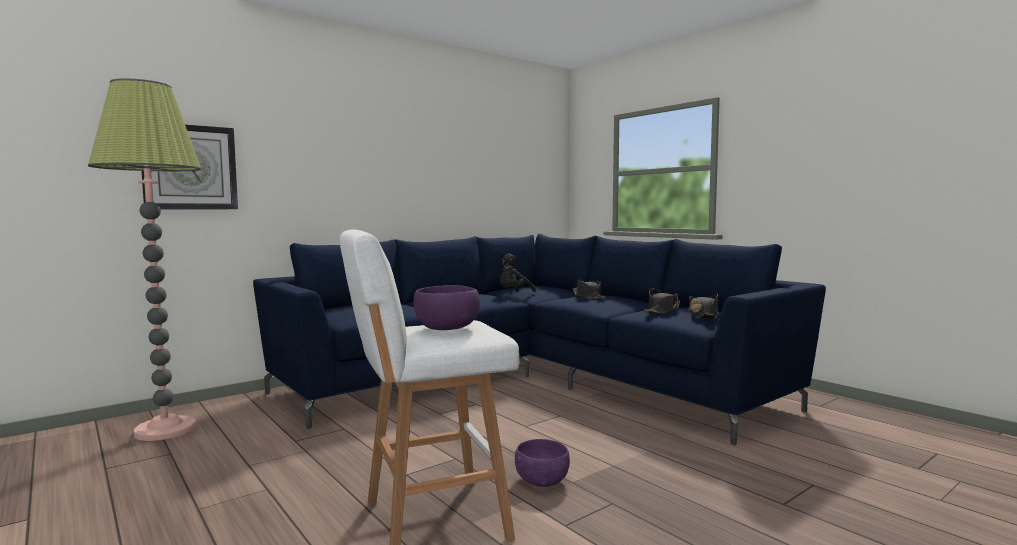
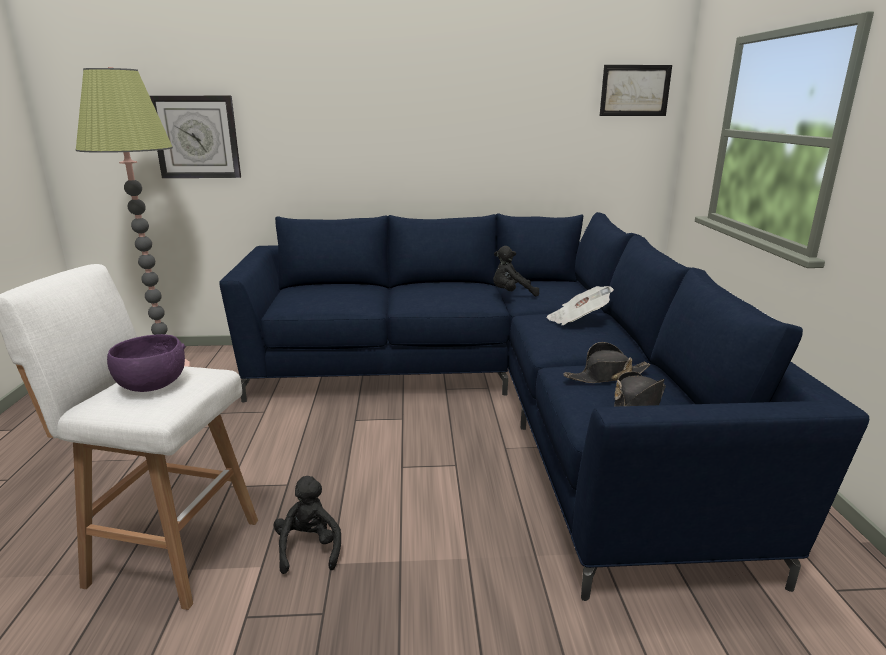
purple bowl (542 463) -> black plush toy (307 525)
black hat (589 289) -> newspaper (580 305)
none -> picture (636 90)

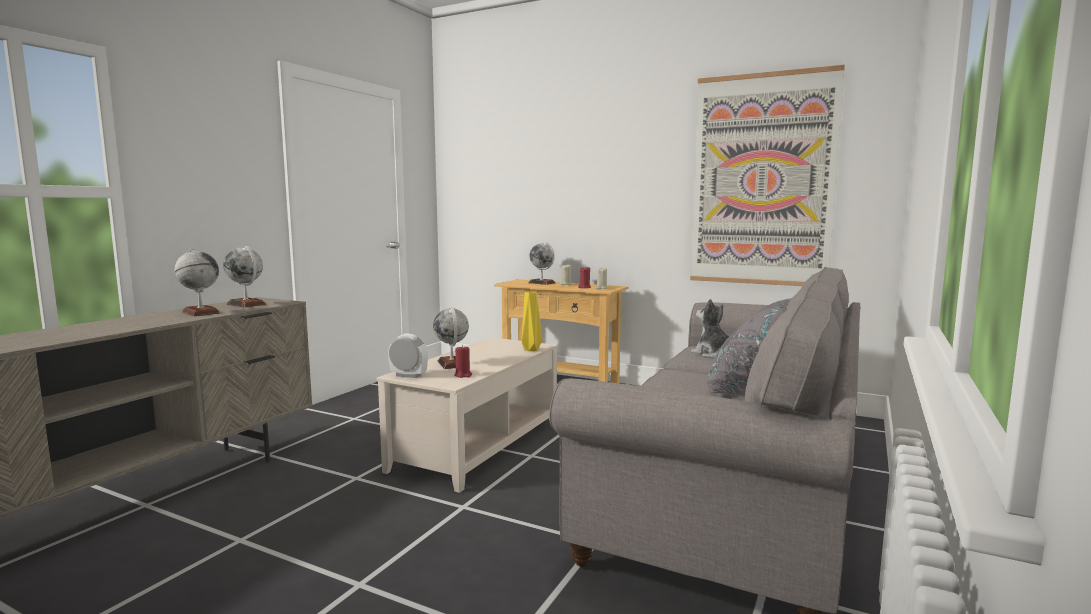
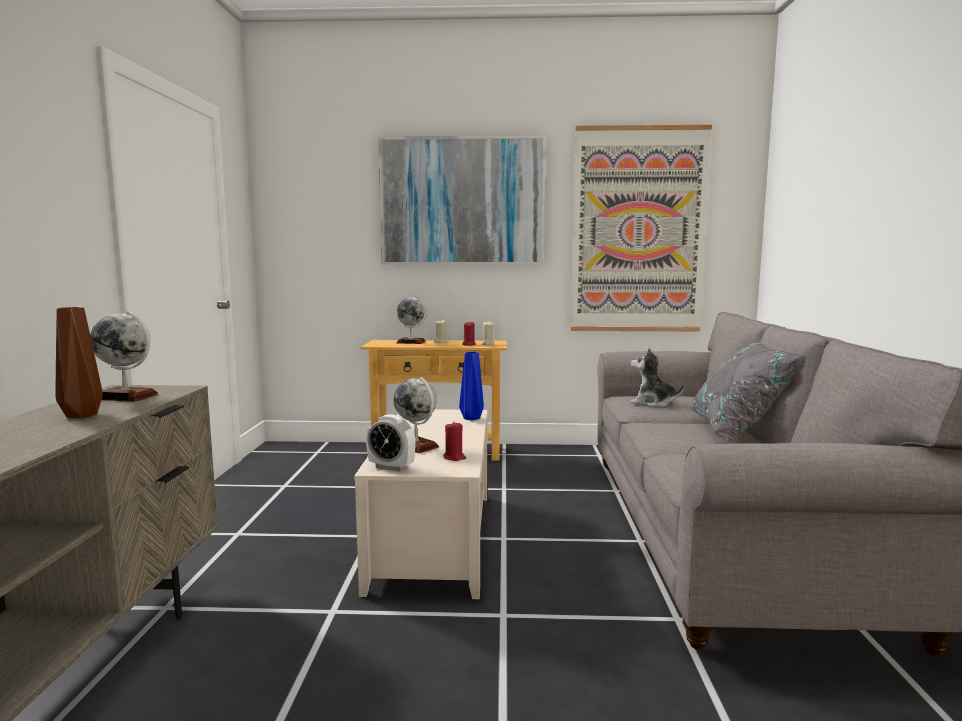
globe (197 282) -> brown vase (79 362)
alarm clock (408 356) -> alarm clock (391 442), 150 degrees counterclockwise
yellow vase (532 321) -> blue vase (471 386)
none -> picture (462 200)

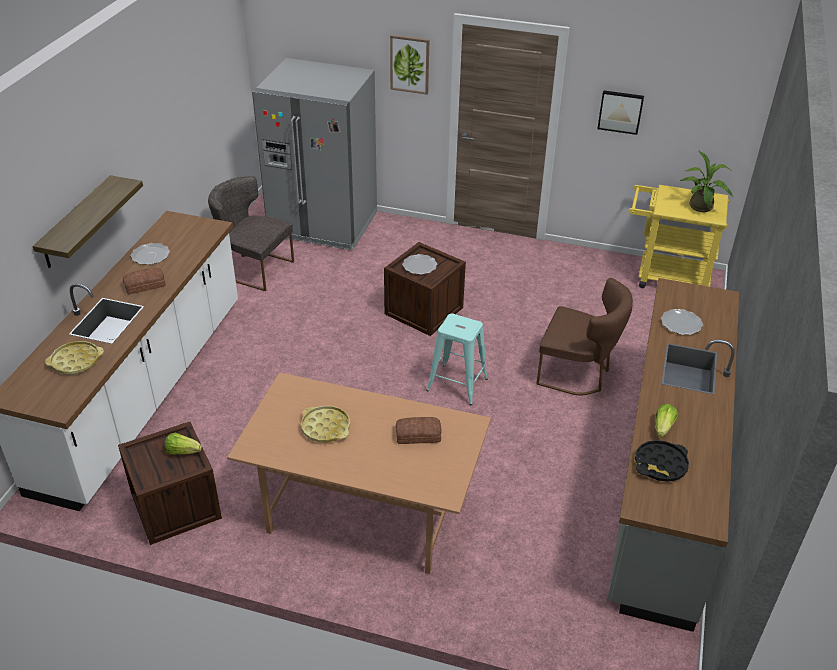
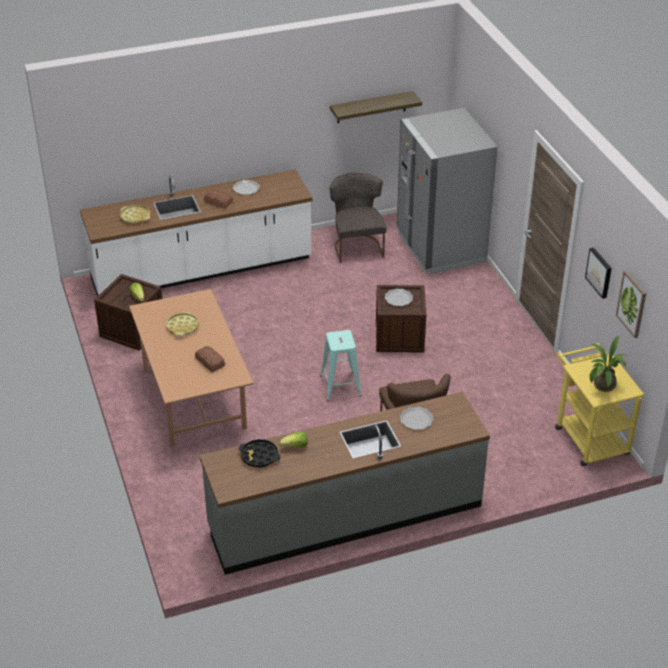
shelf (88 221) -> shelf (376 107), moved
picture (409 65) -> picture (631 304), moved

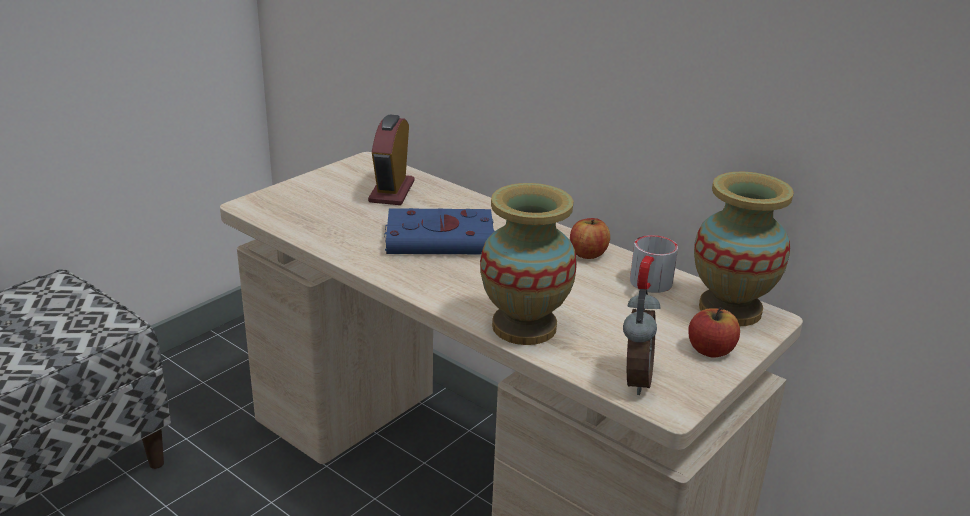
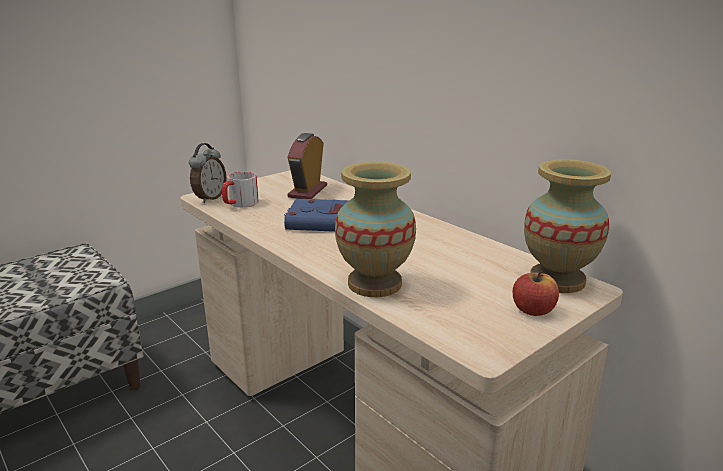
apple (590 238) -> none
alarm clock (641 342) -> alarm clock (208 173), moved
mug (654 264) -> mug (240 189), moved

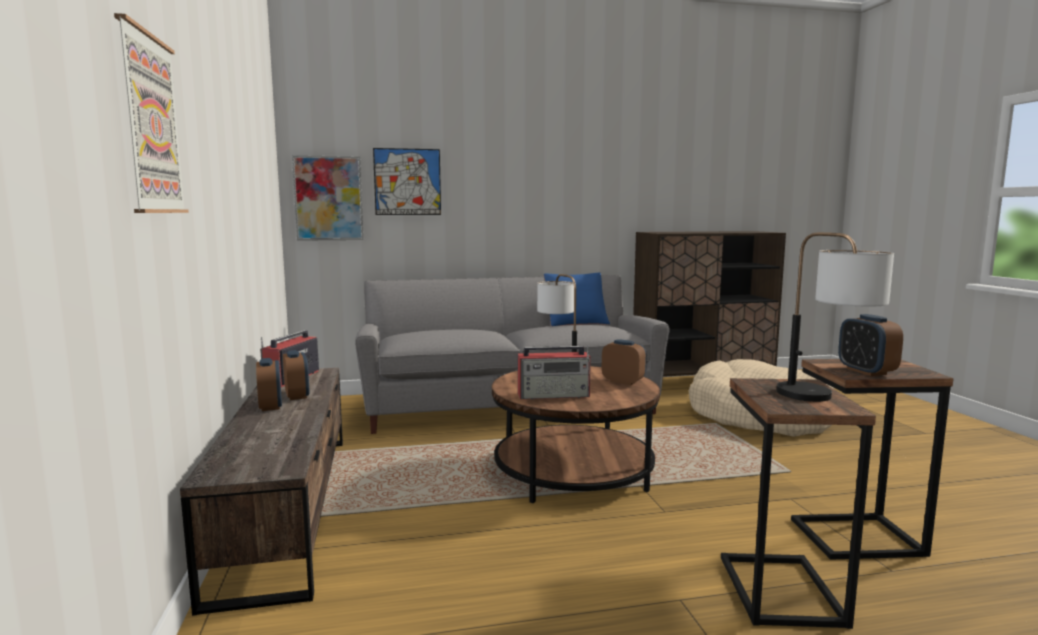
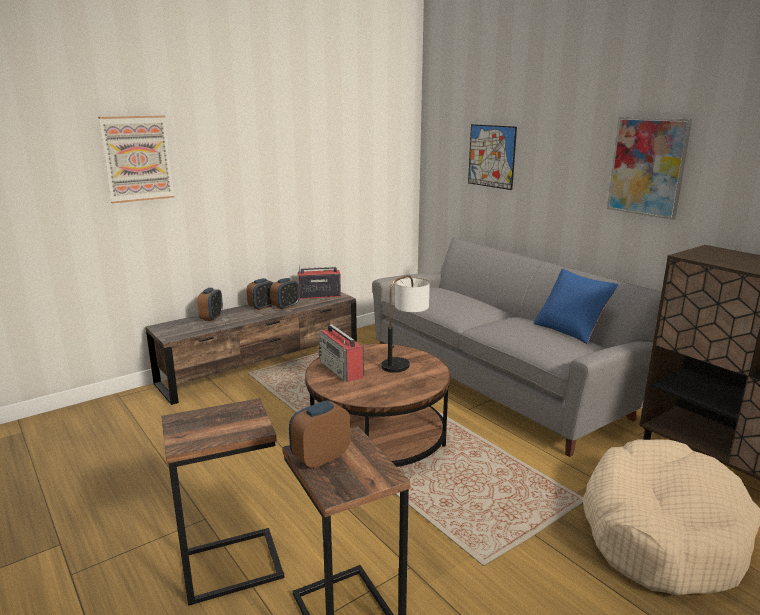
picture (328 198) -> picture (649 168), moved
alarm clock (624 362) -> alarm clock (210 304), moved
table lamp (835 317) -> none

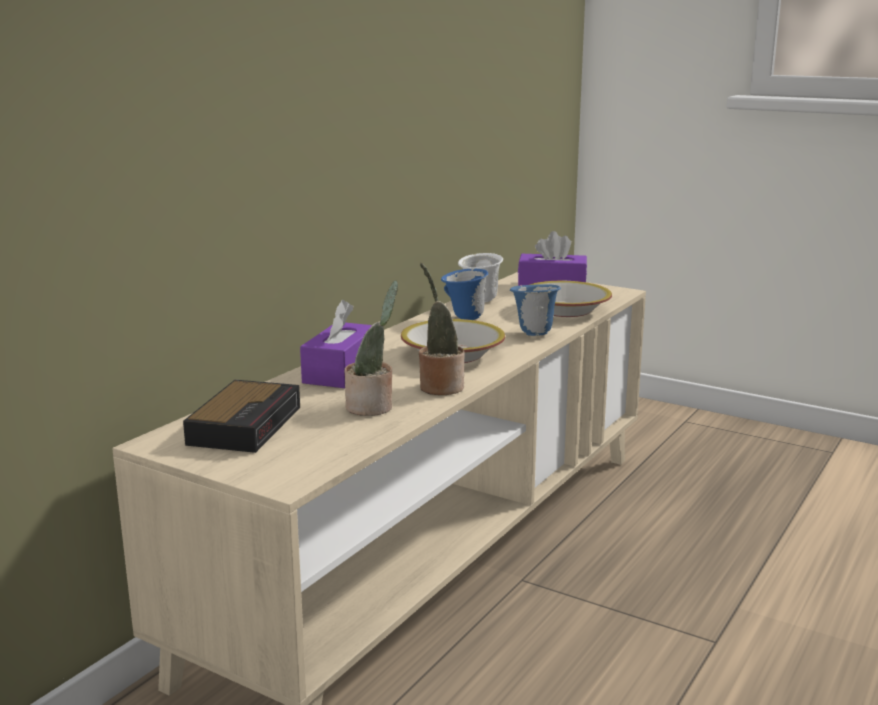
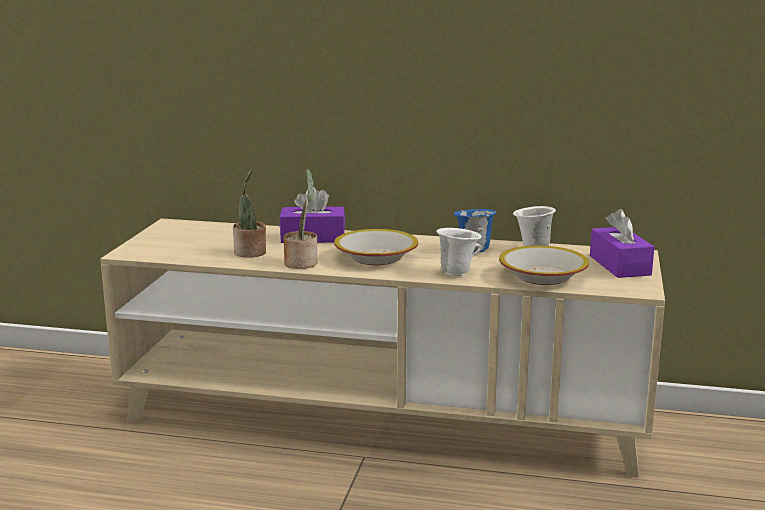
alarm clock (241 416) -> none
blue mug (535 310) -> white mug (459 252)

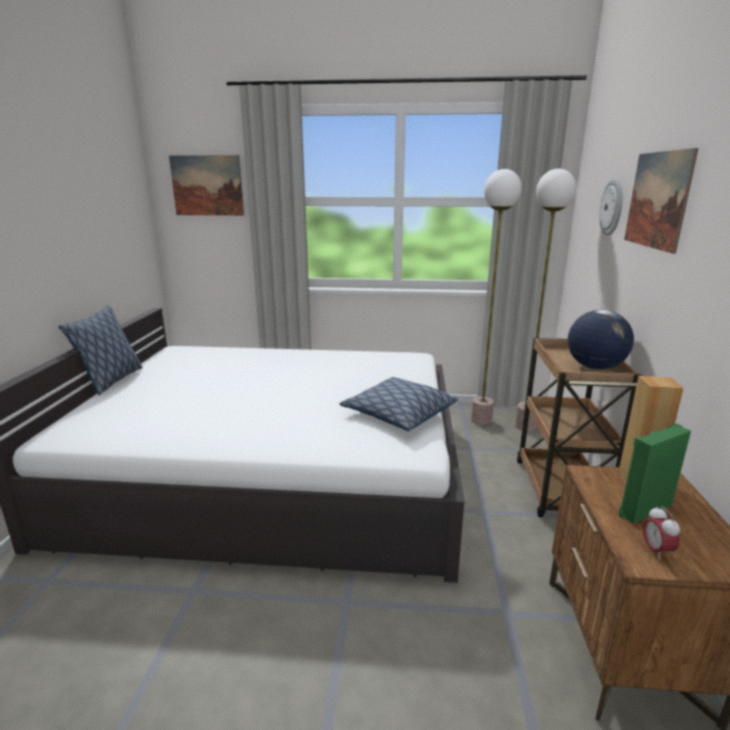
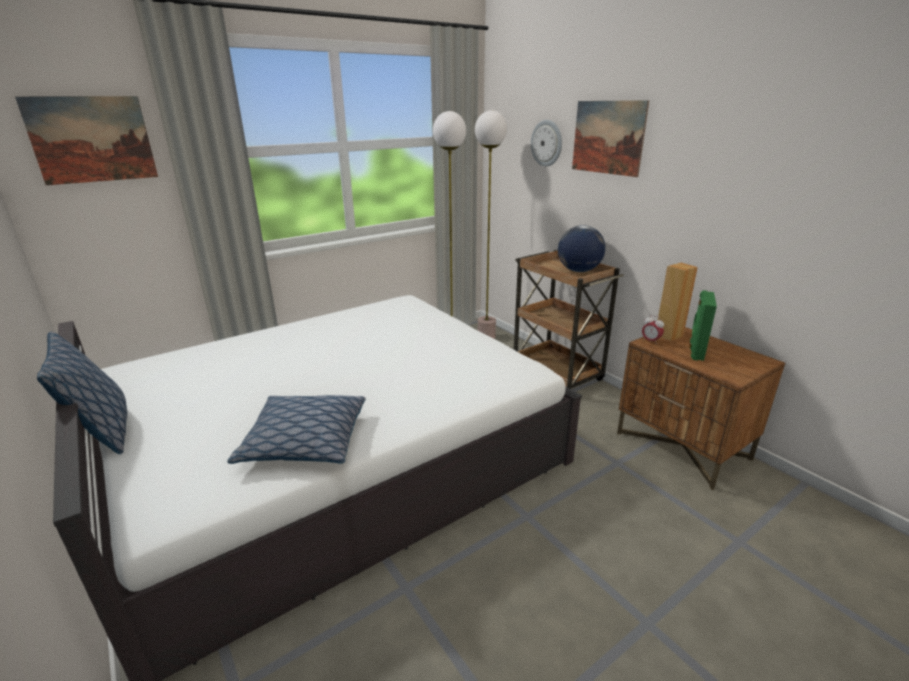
pillow (399 404) -> pillow (296 429), moved
alarm clock (661 533) -> alarm clock (653 328), moved

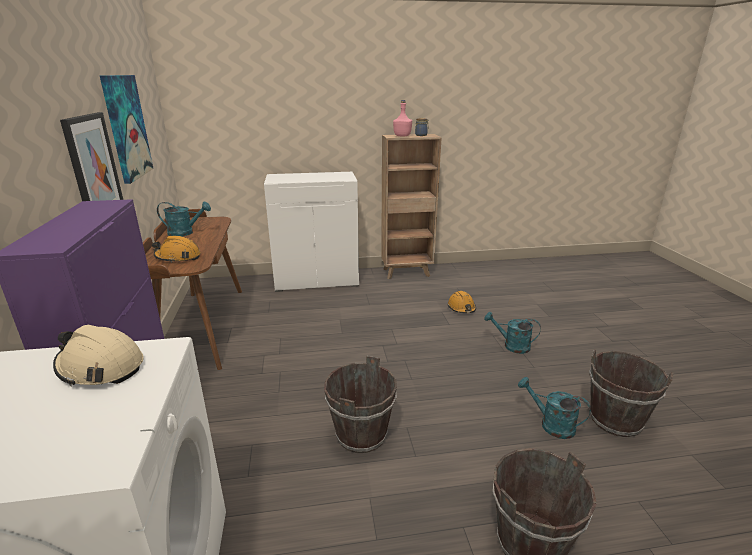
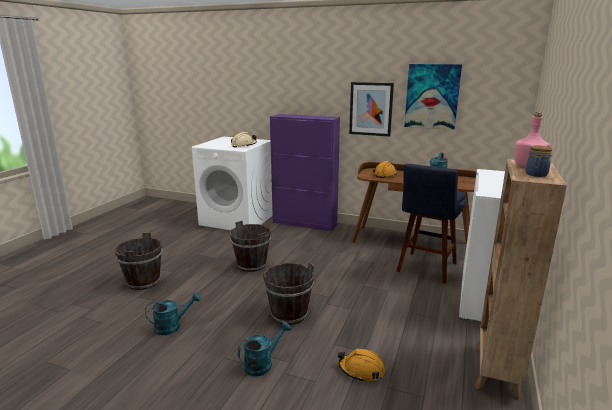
brown bucket (631 393) -> brown bucket (288 293), moved
none -> blue stool (431 224)

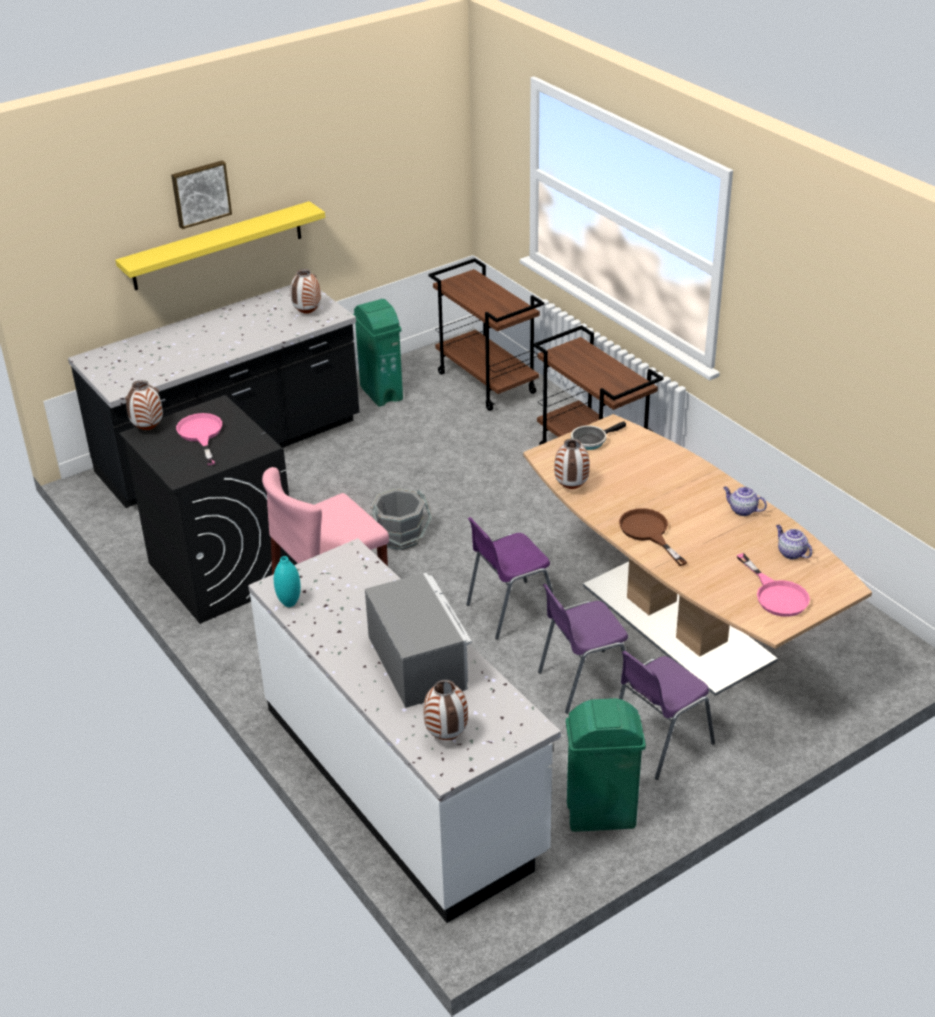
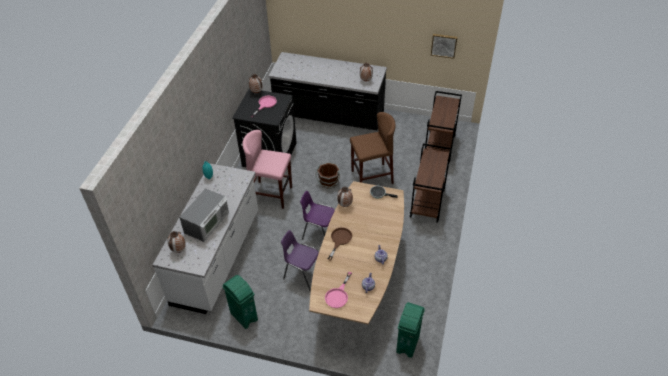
yellow shelf (220 245) -> none
picture (201 194) -> picture (444 46), moved
green trash can (378 353) -> green trash can (410 330), moved
grey bucket (401 519) -> brown bucket (327 175)
purple chair (667 715) -> none
none -> brown stool (373 148)

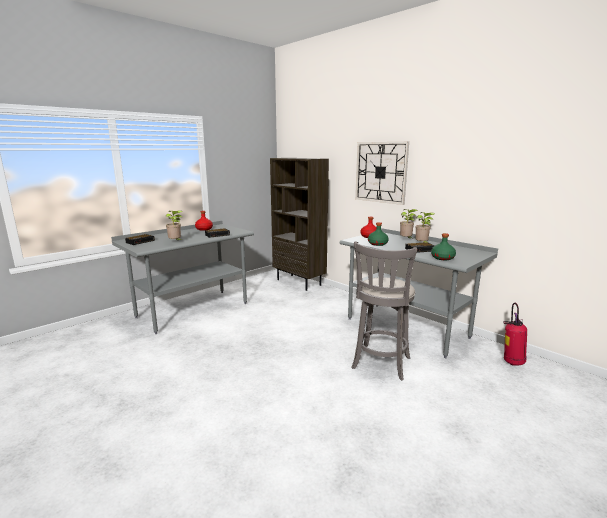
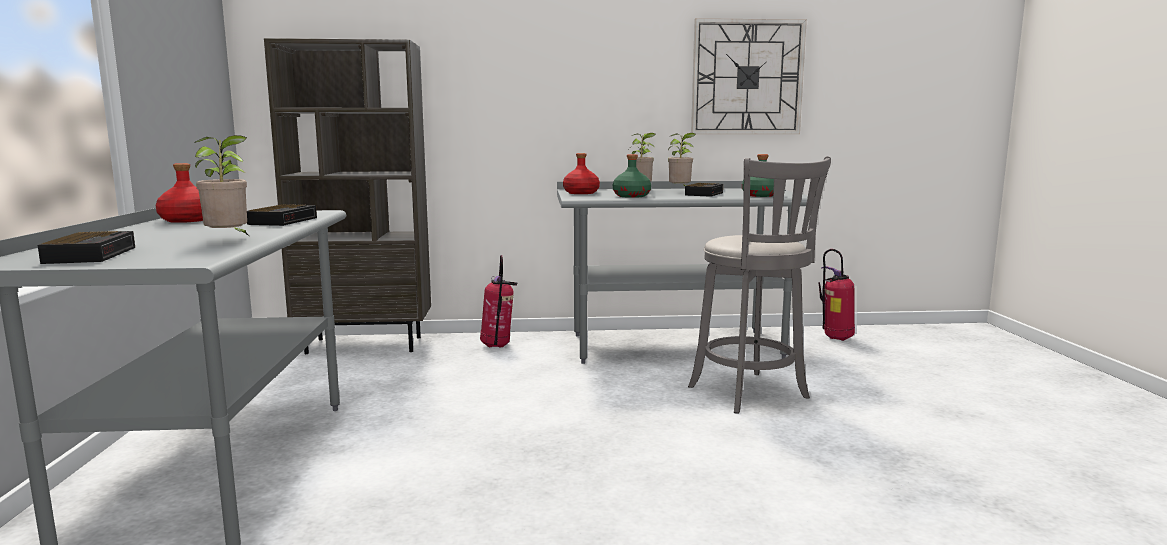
wall clock (382 173) -> wall clock (749 76), moved
none -> fire extinguisher (498 301)

